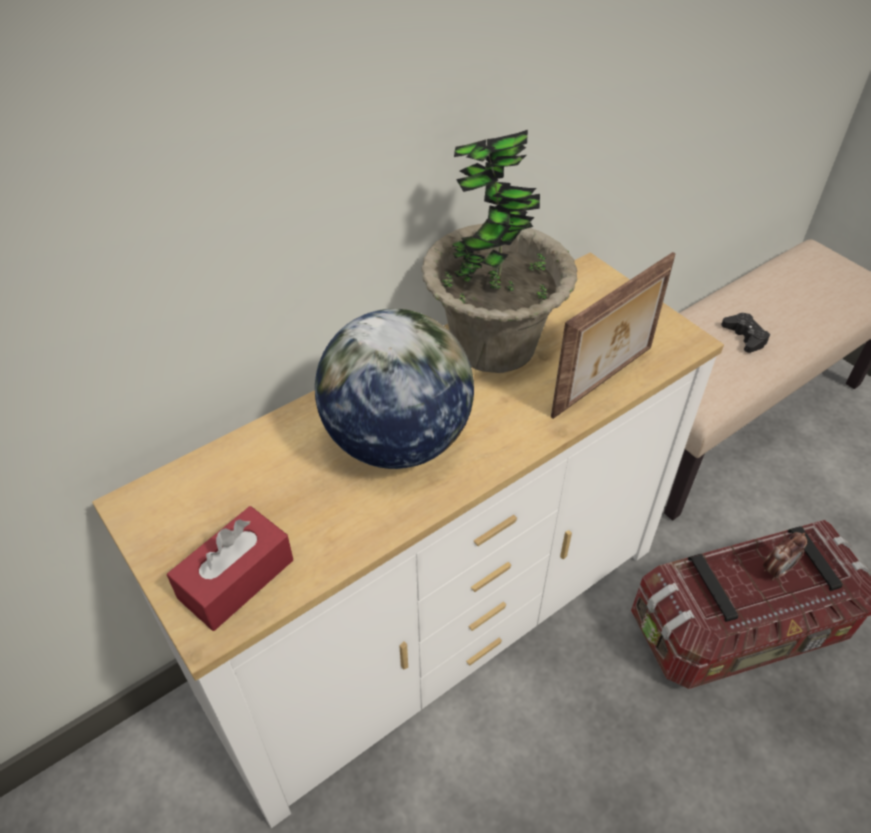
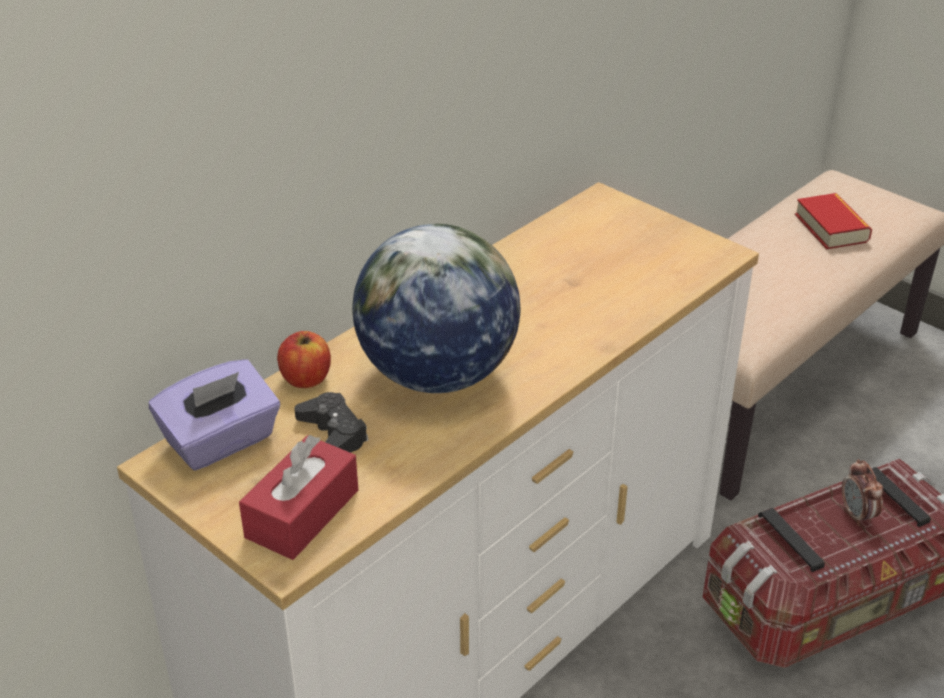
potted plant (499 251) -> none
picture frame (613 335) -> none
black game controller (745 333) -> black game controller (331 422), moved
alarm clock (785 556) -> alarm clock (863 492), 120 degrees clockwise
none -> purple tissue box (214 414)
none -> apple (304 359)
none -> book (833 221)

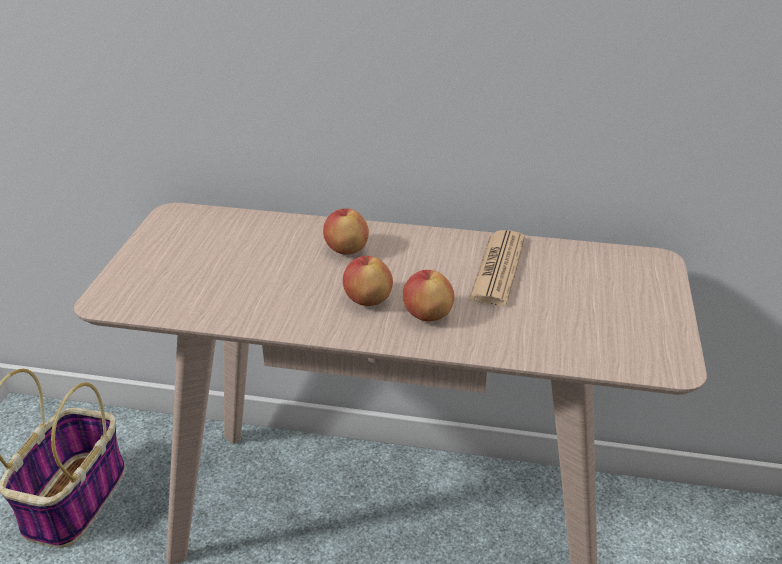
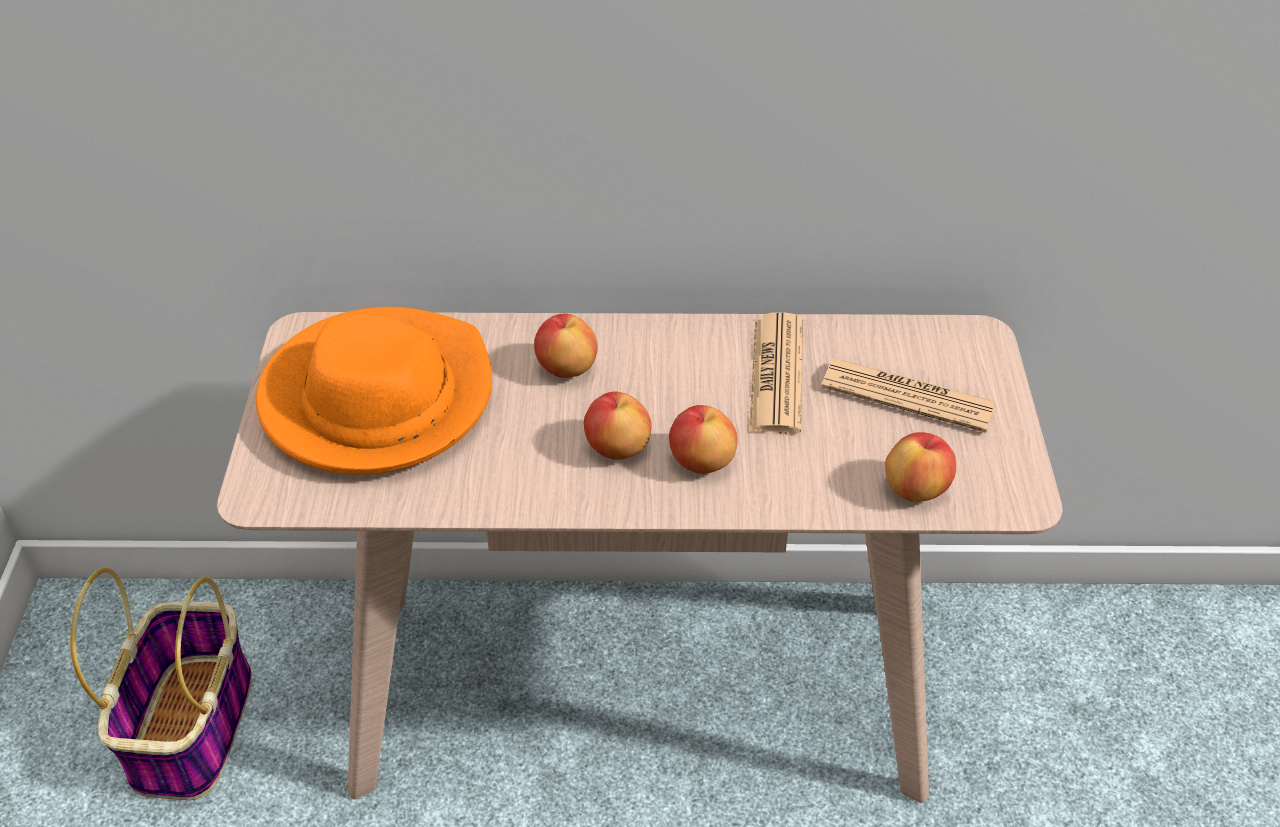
none -> orange hat (374 391)
none -> newspaper (908 396)
none -> apple (920 467)

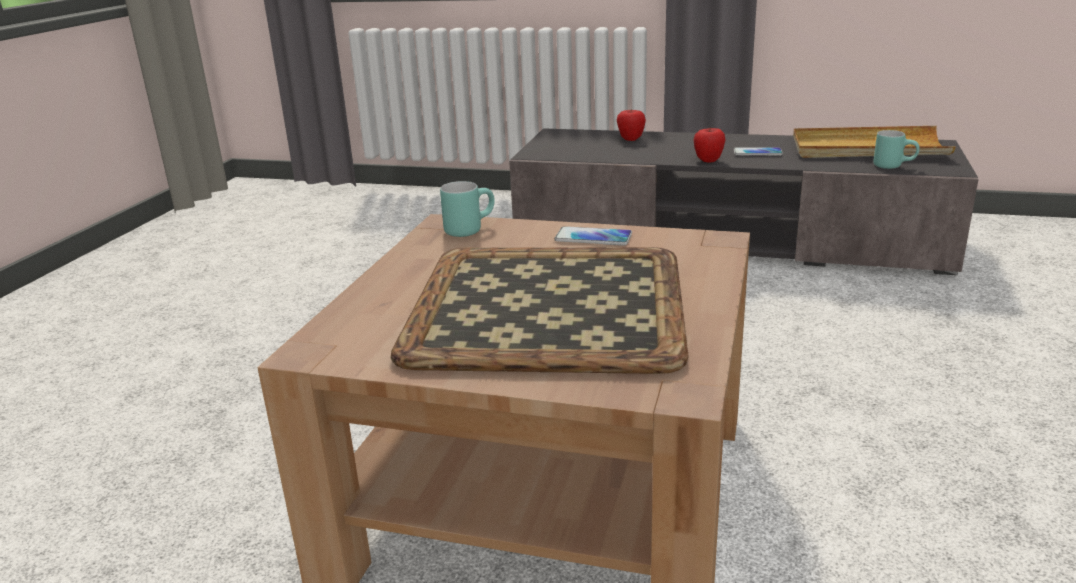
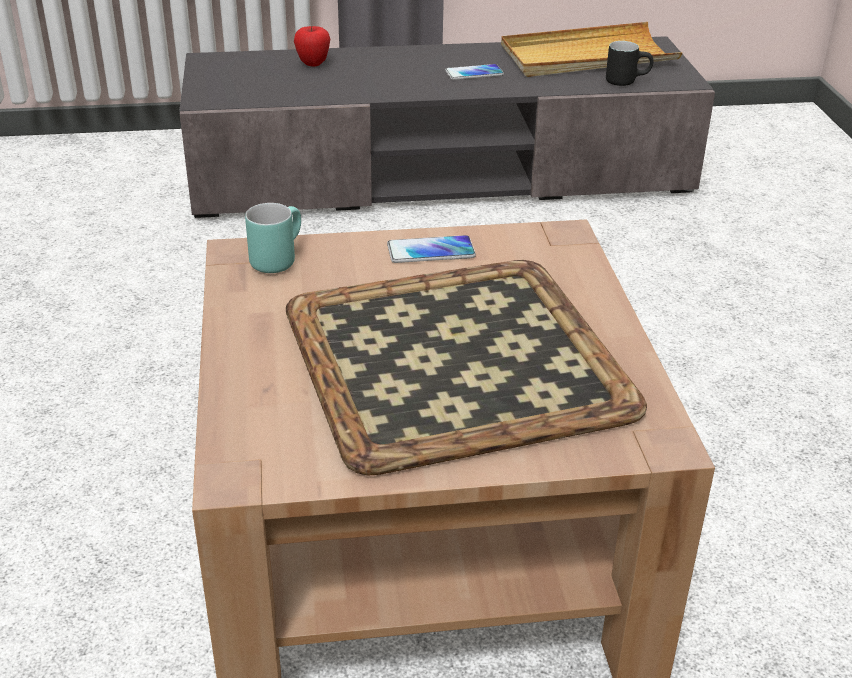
apple (709 144) -> none
turquoise mug (896 149) -> black mug (629 63)

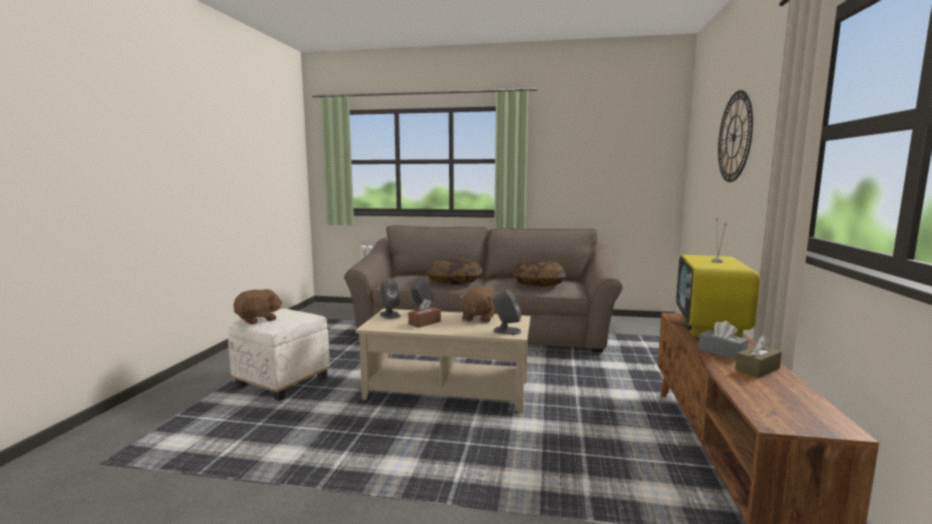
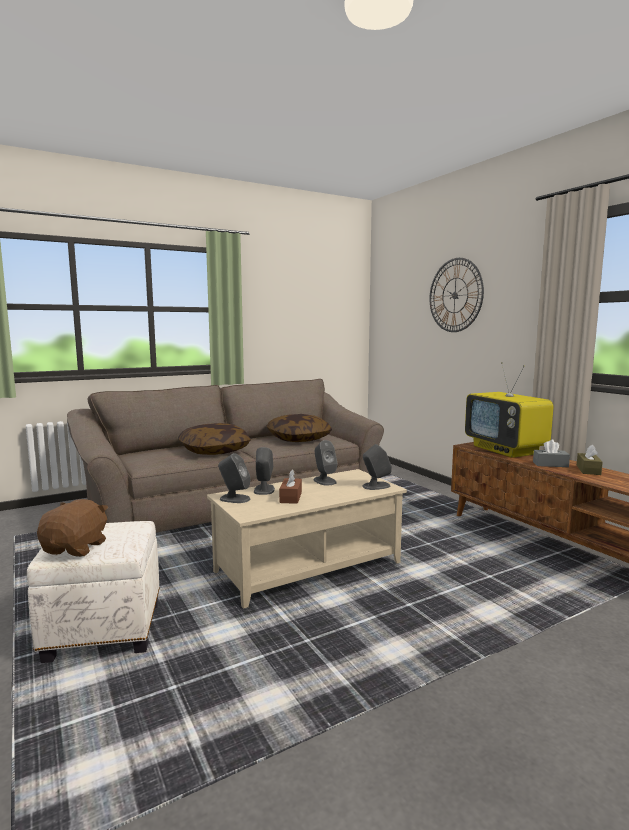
brown plush toy (477 304) -> grey speaker (325 462)

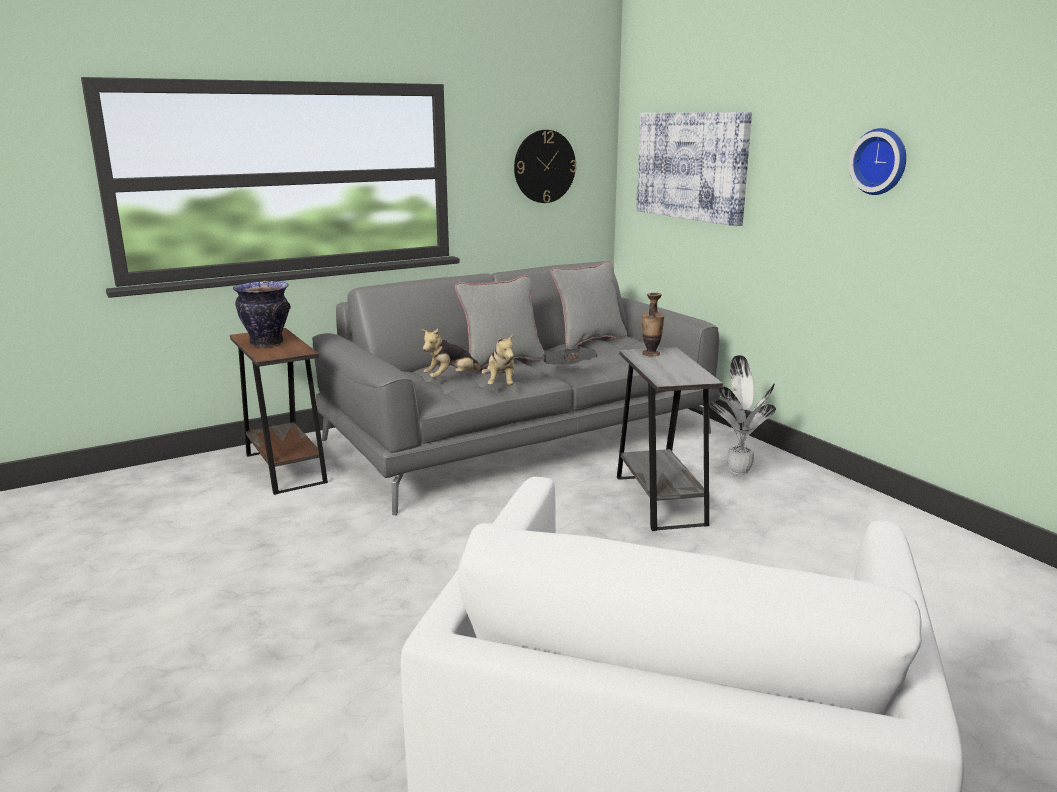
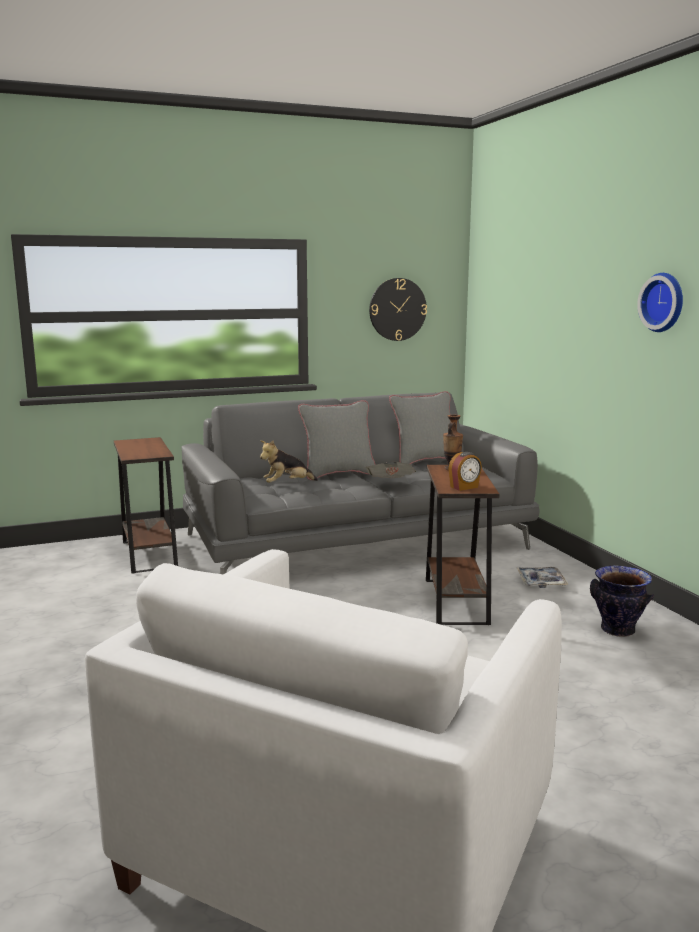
vase (261 314) -> vase (622 601), moved
plush toy (498 359) -> none
grey side table (670 439) -> brown side table (463 545)
picture (694 169) -> none
potted plant (742 415) -> tray (543 577)
none -> alarm clock (465 471)

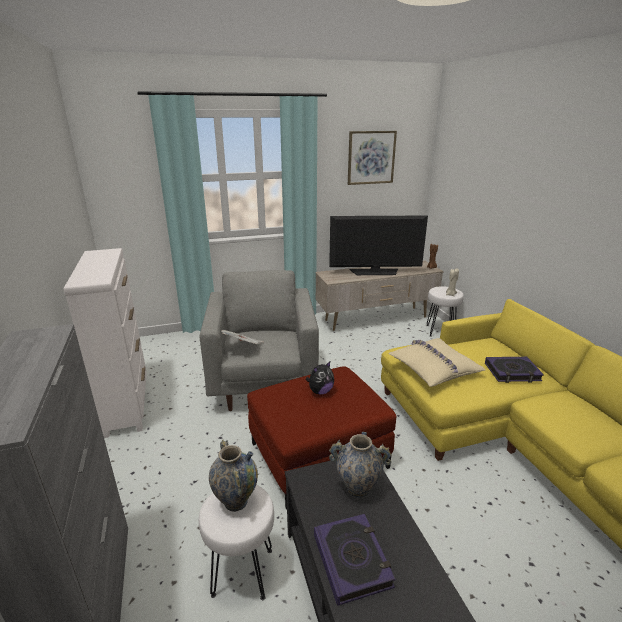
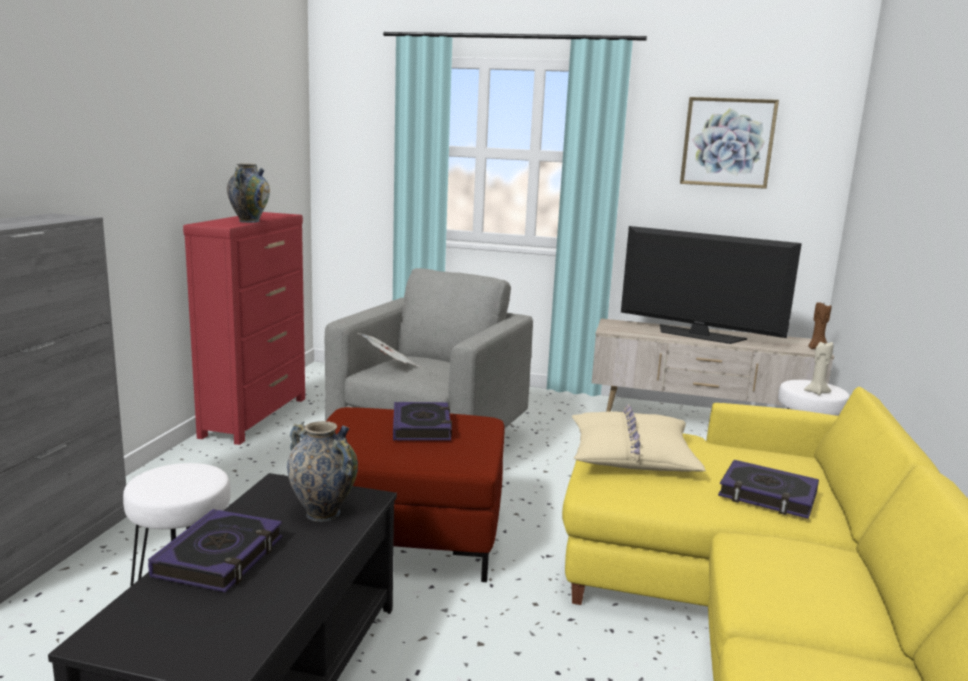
white dresser (104 343) -> red dresser (244 328)
vase (233 476) -> vase (248 193), moved
plush toy (320 378) -> book (422 421)

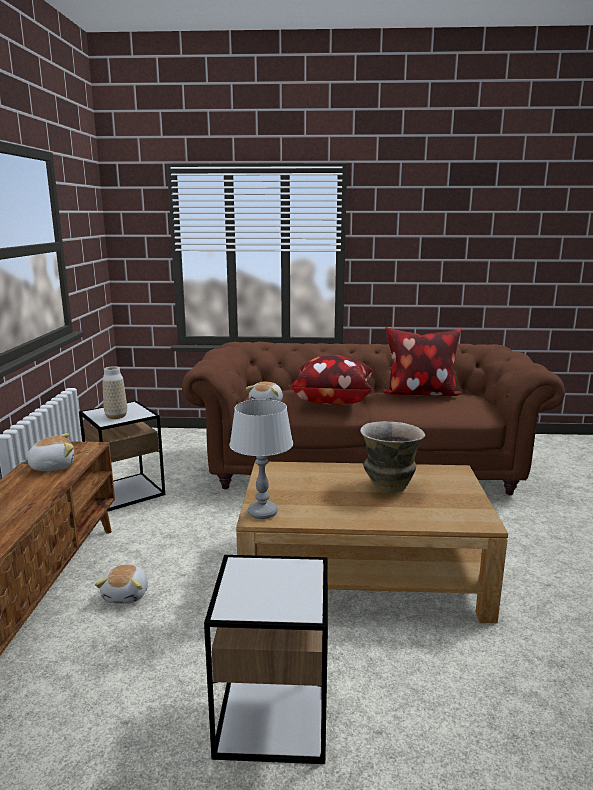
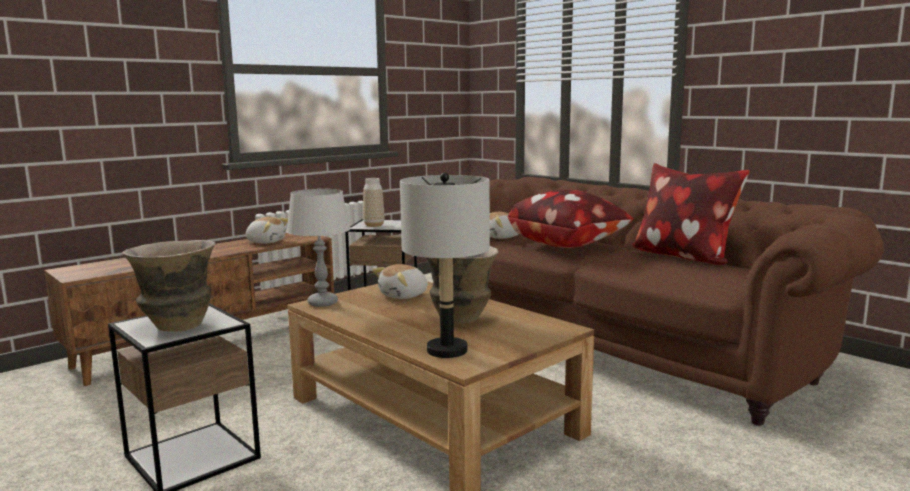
plush toy (121 584) -> plush toy (400 281), moved
none -> vase (169 286)
none -> grey table lamp (445 265)

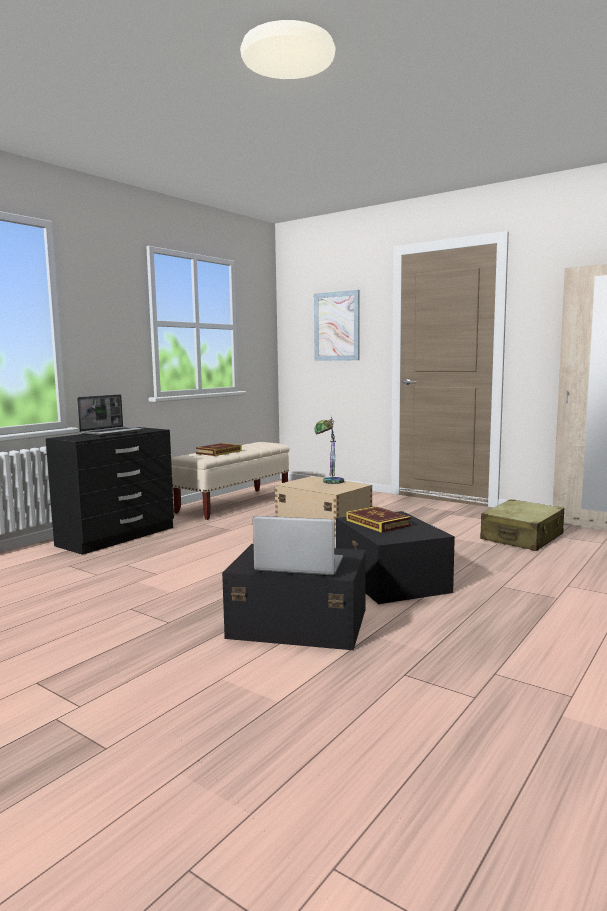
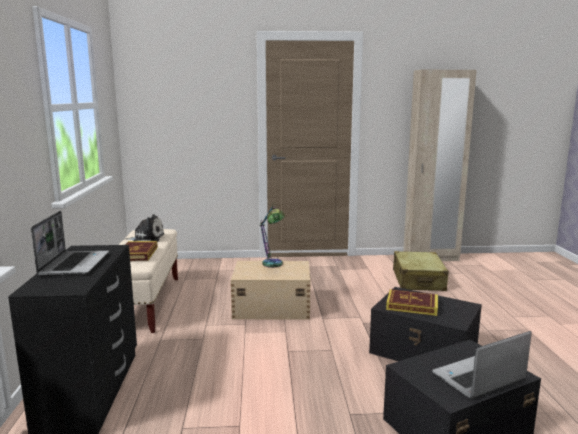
picture (337 325) -> none
none -> plush toy (143 228)

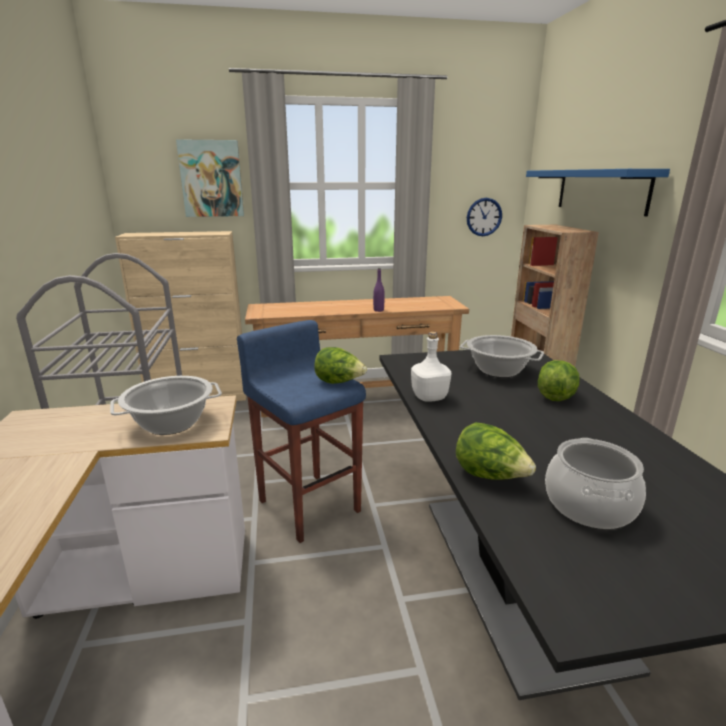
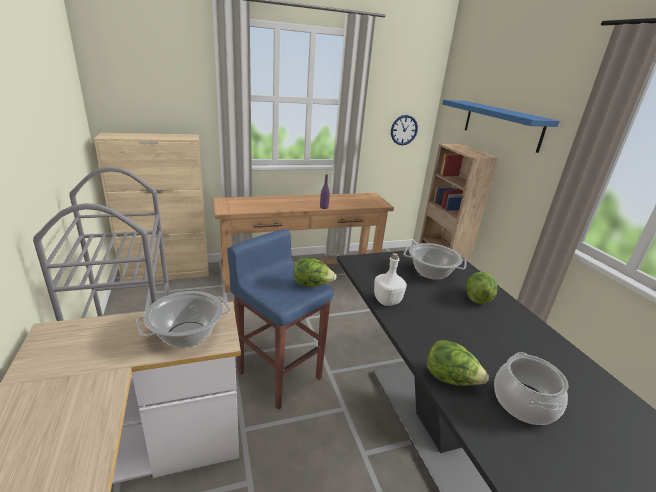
picture (210 178) -> none

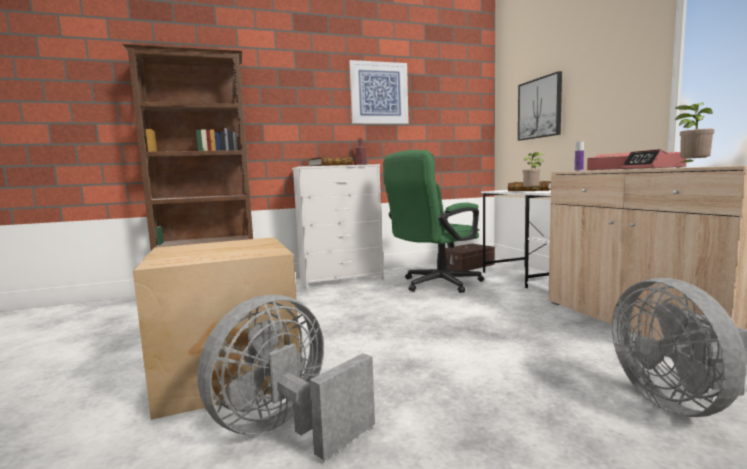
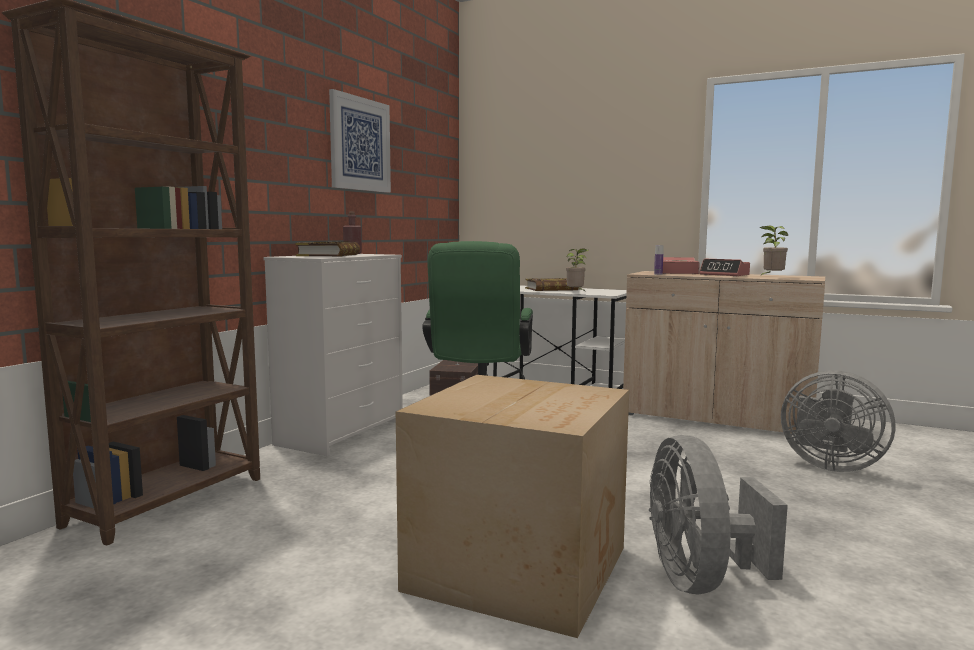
picture (540 106) -> none

